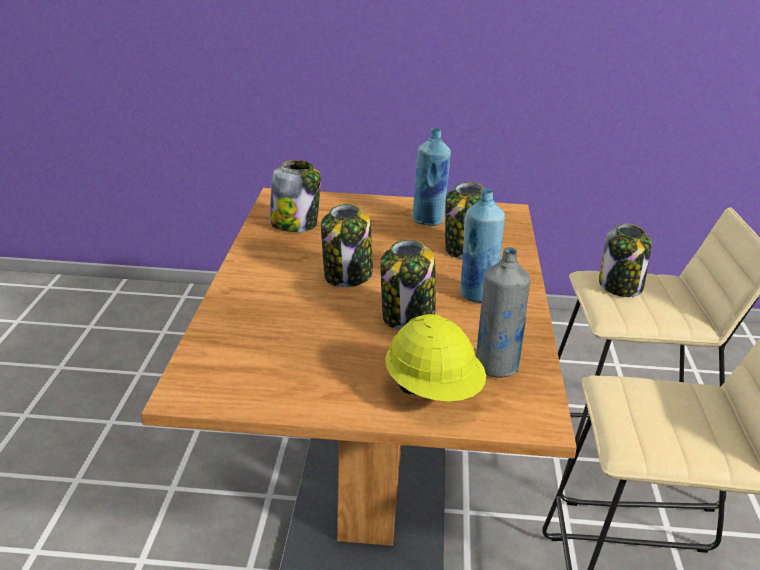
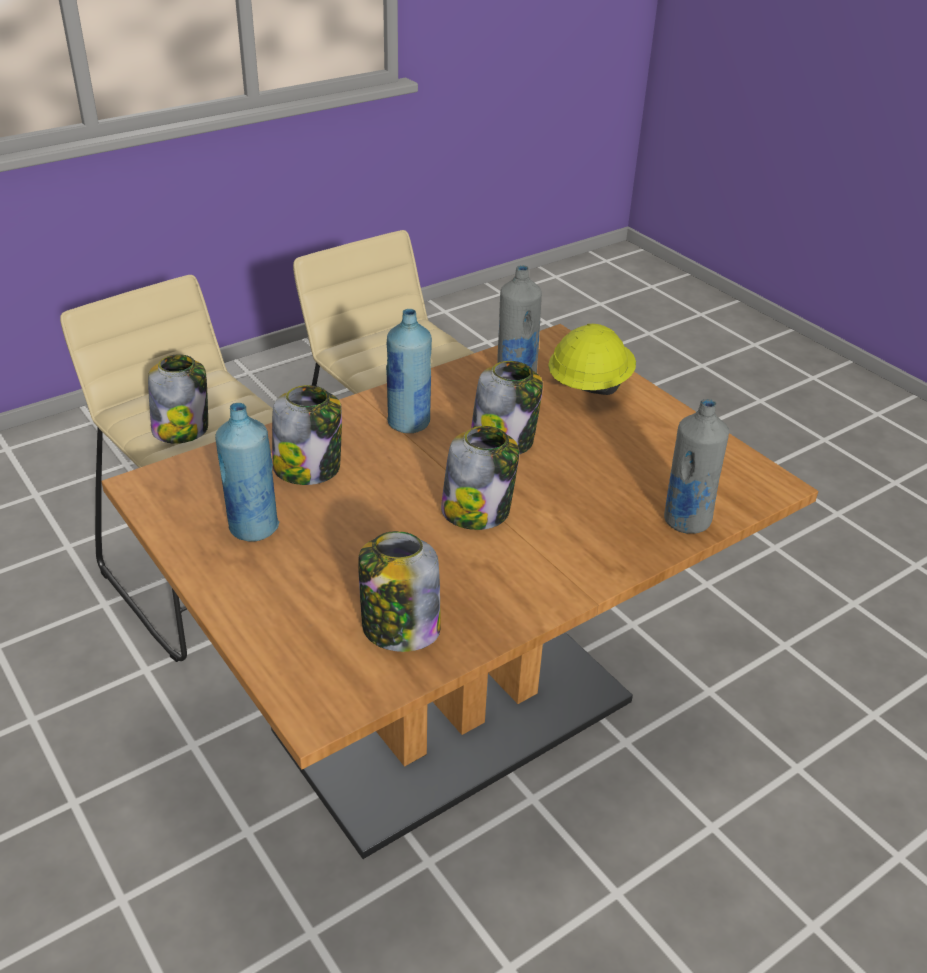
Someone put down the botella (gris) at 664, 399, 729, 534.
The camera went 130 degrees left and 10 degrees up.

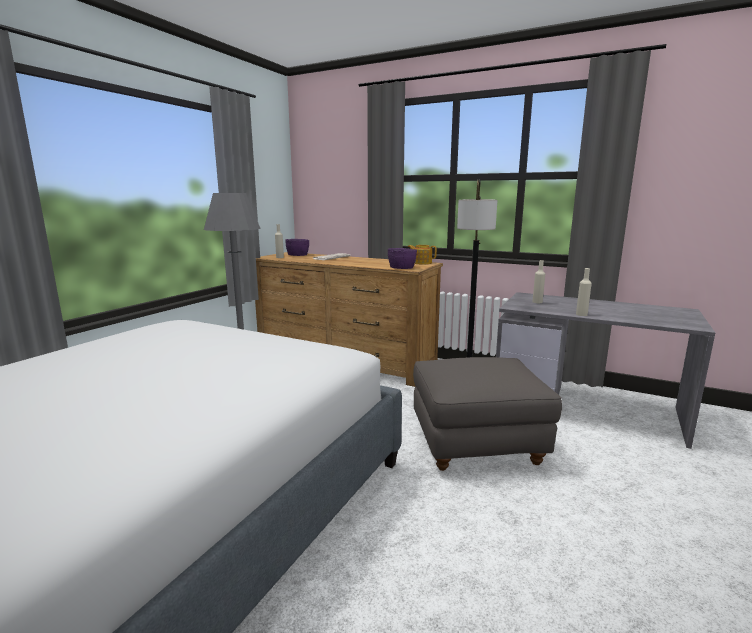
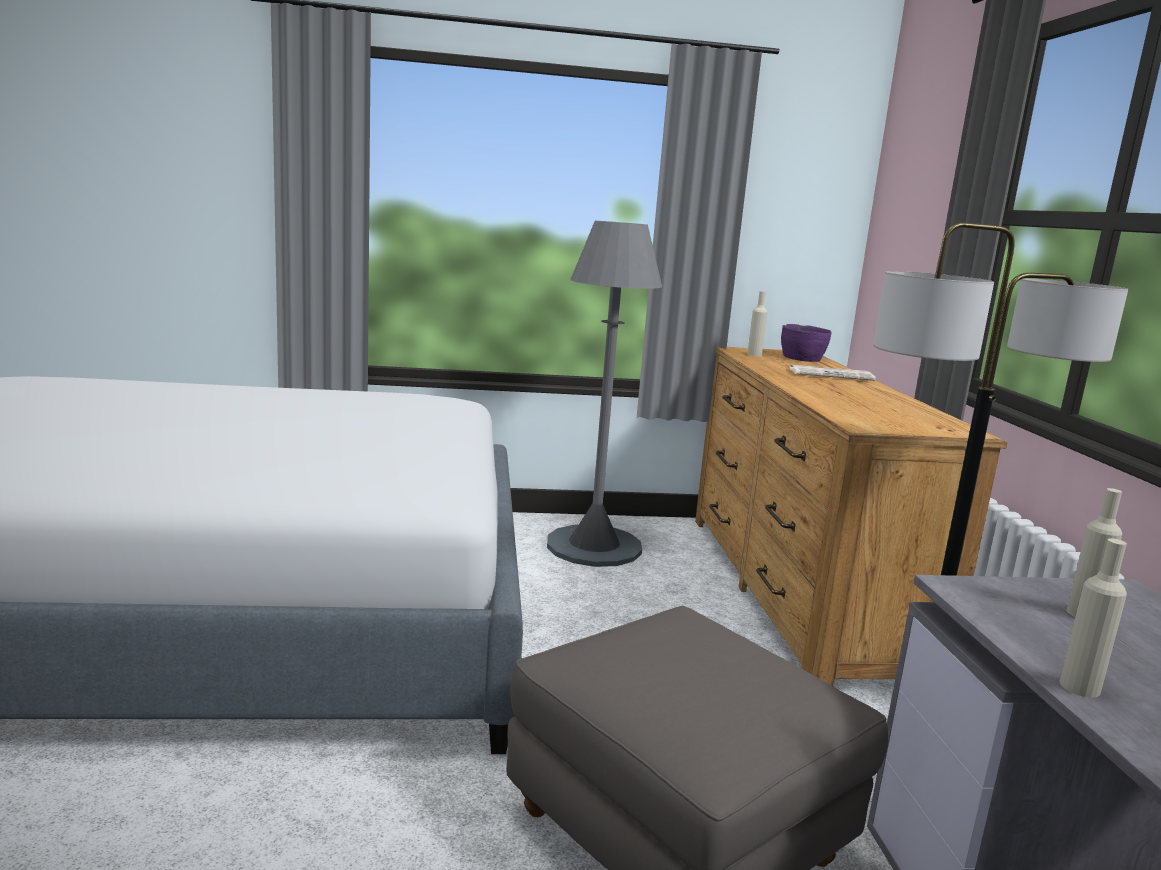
Someone took away the cuenco (morado) at 388, 248, 417, 269.
Someone took away the tetera at 408, 245, 437, 265.
The camera went 55 degrees right and 0 degrees up.

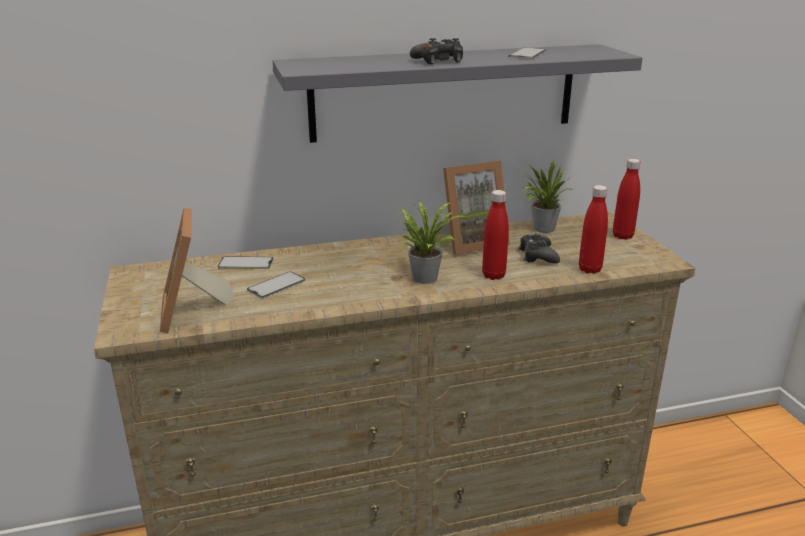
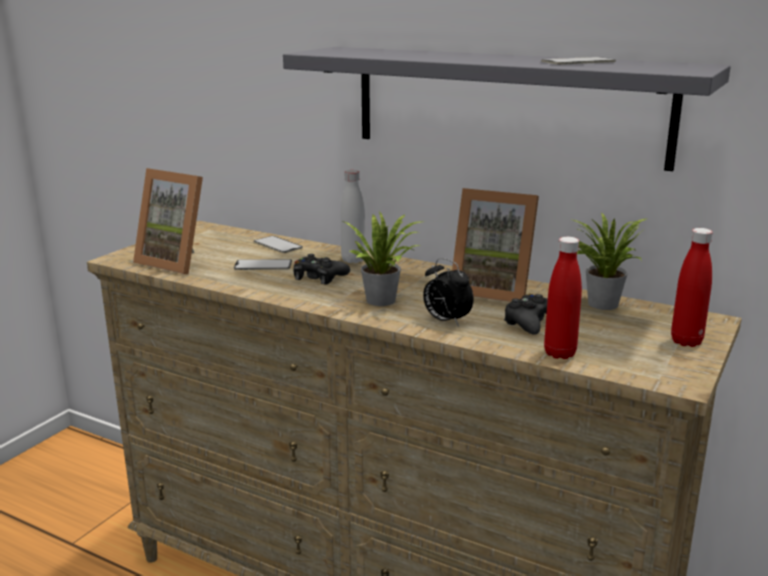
Someone rotated the portarretratos at 160, 208, 234, 333 by 90 degrees counterclockwise.
Someone carried the mando de consola (negro) from 410, 38, 463, 64 to 293, 254, 350, 284.
Someone put down the botella (blanco) at 340, 170, 366, 263.
Someone swapped the botella (rojo) at 482, 190, 509, 280 for the despertador at 423, 258, 474, 327.
The camera went 45 degrees right and 5 degrees down.

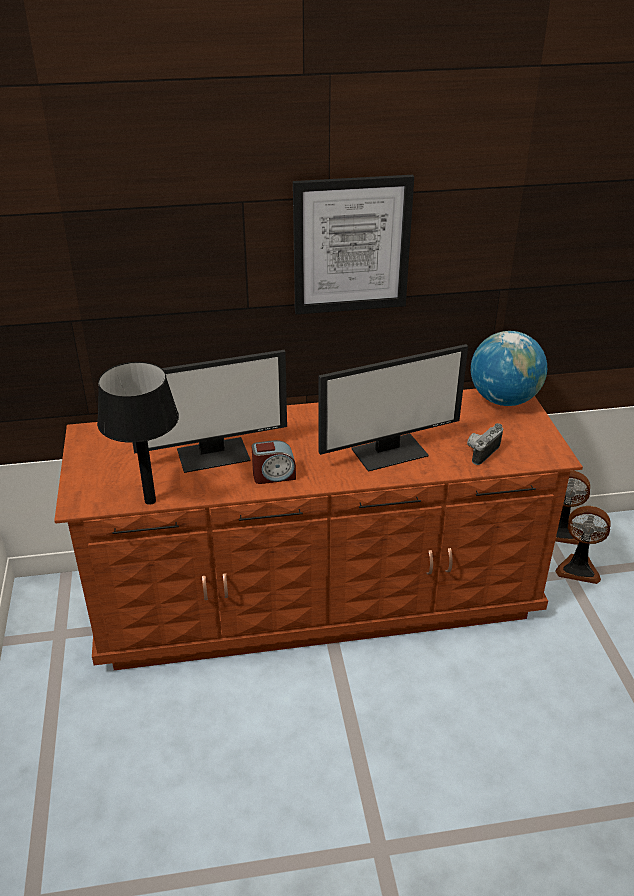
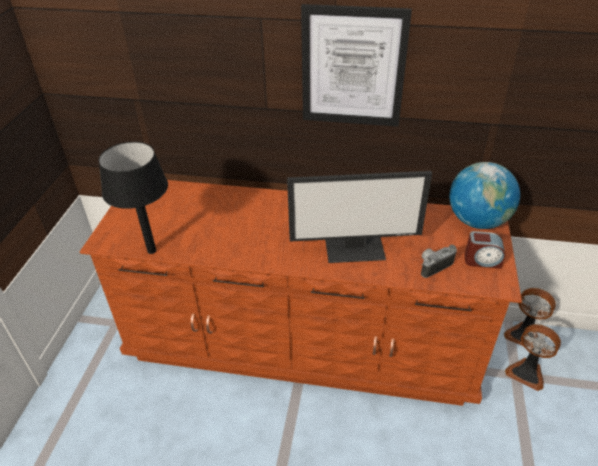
Someone carried the despertador from 252, 440, 296, 484 to 464, 231, 505, 269.
Someone took away the monitor at 133, 350, 287, 473.
The camera went 20 degrees right and 5 degrees up.

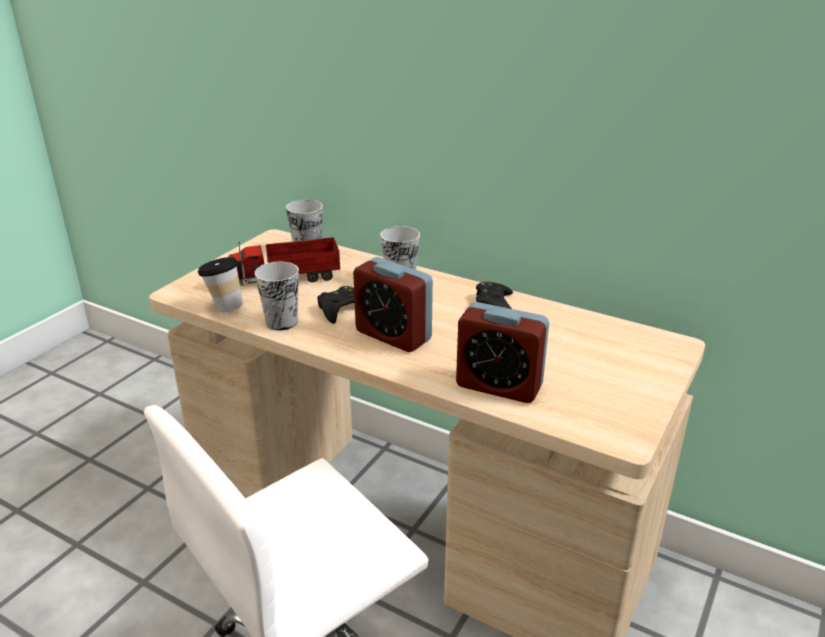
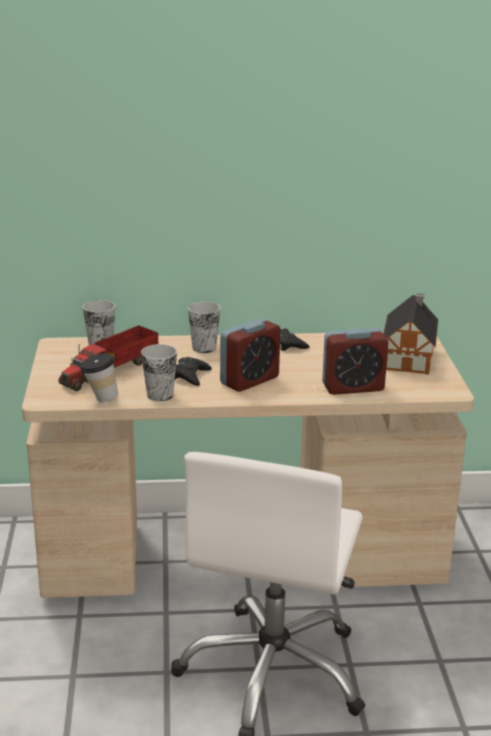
Someone rotated the despertador at 353, 257, 433, 352 by 45 degrees counterclockwise.
Someone put down the casita at 383, 293, 438, 375.
The camera went 35 degrees left and 5 degrees down.

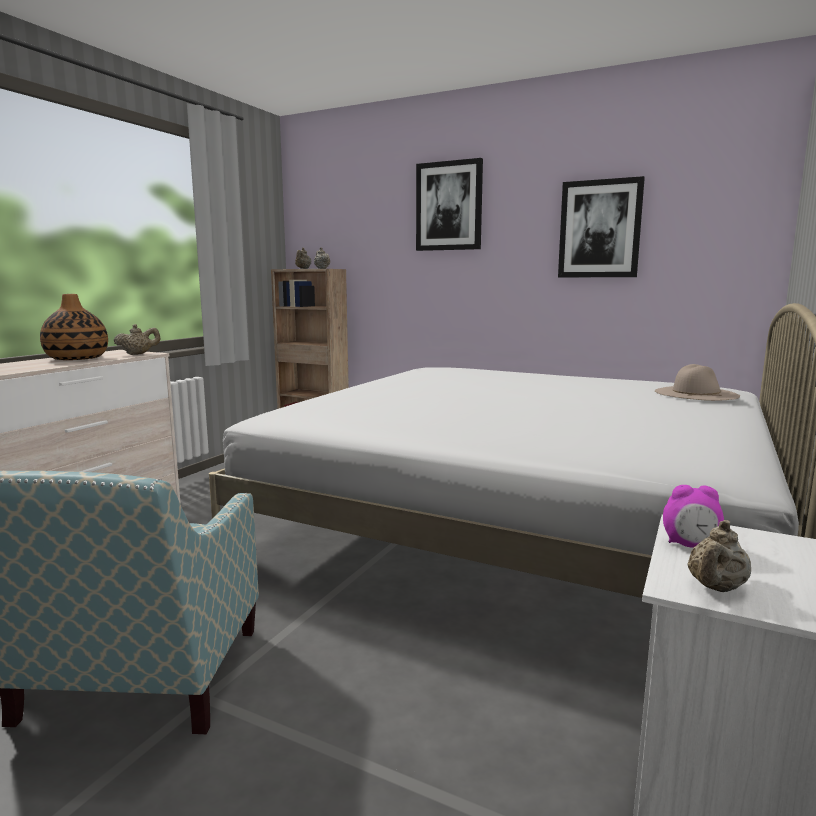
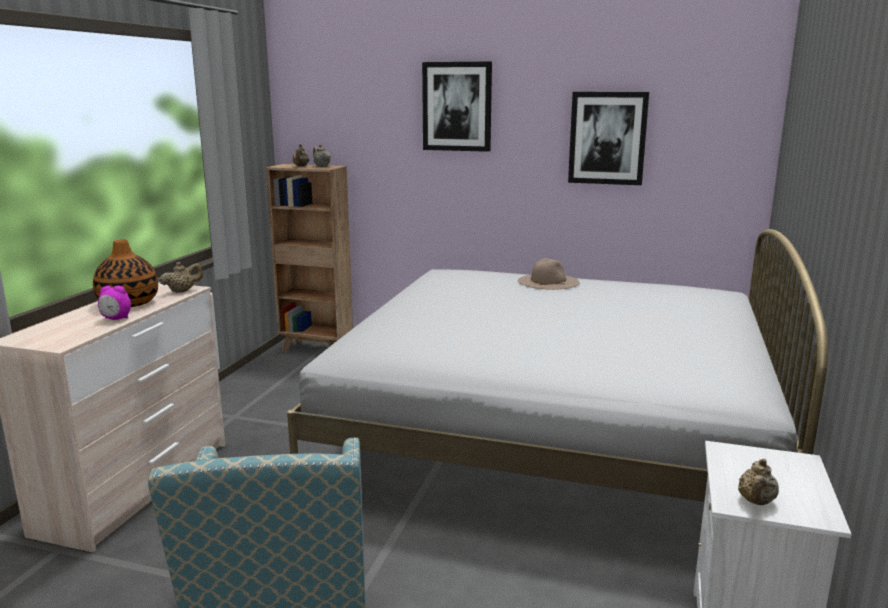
Someone carried the despertador from 663, 485, 724, 548 to 98, 286, 131, 320.
Someone carried the sombrero (beis) from 655, 364, 740, 401 to 518, 258, 580, 290.
The camera went 10 degrees left and 5 degrees up.

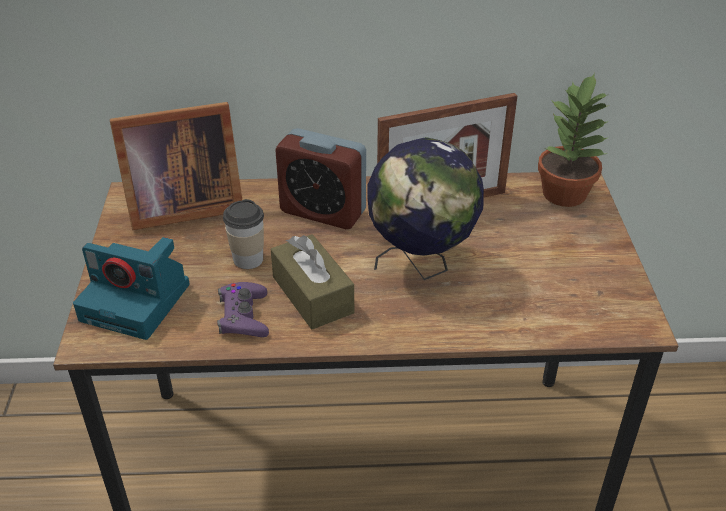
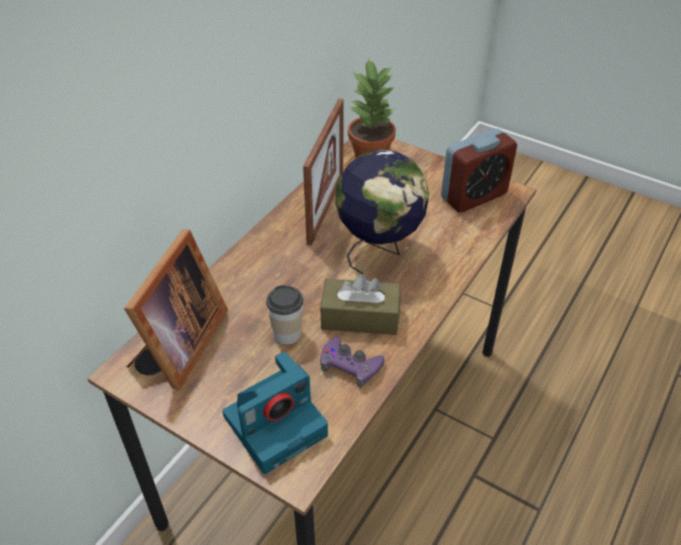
Someone carried the despertador from 275, 128, 366, 229 to 441, 128, 517, 213.
The camera went 55 degrees left and 5 degrees up.

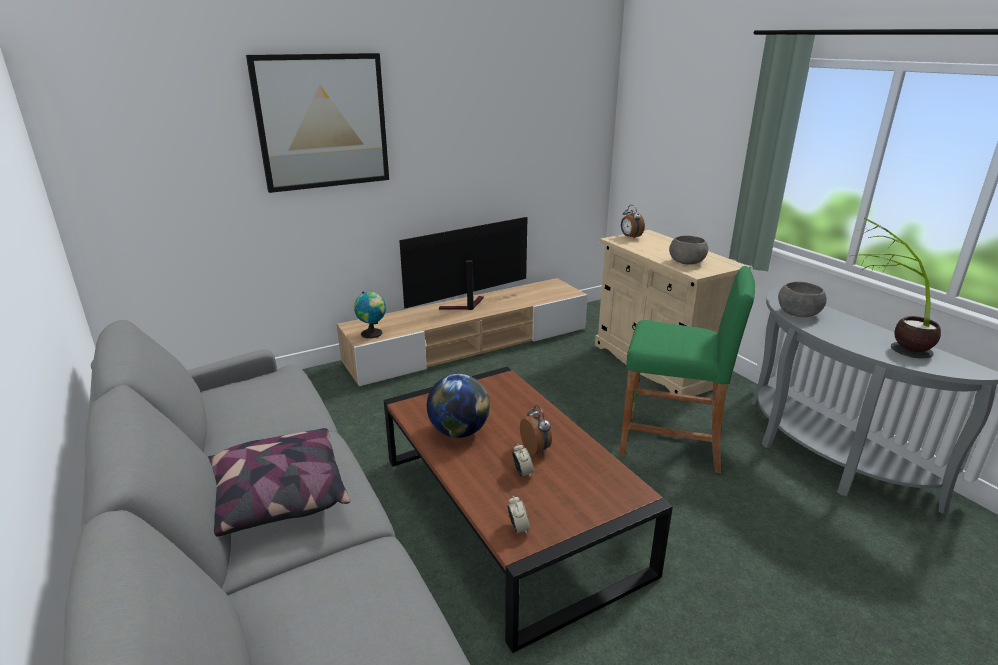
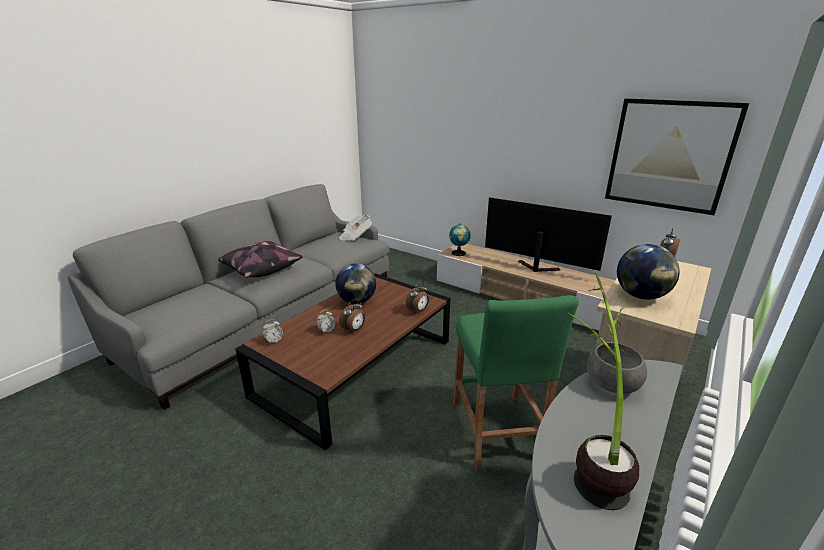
Someone put down the periódico at 339, 215, 372, 241.
Someone put down the despertador at 406, 282, 429, 314.
Someone carried the cuadro from 246, 53, 389, 193 to 605, 98, 749, 215.
Someone swapped the cuenco (gris) at 669, 236, 708, 264 for the globo terráqueo at 617, 244, 680, 300.
The camera went 65 degrees right and 0 degrees up.

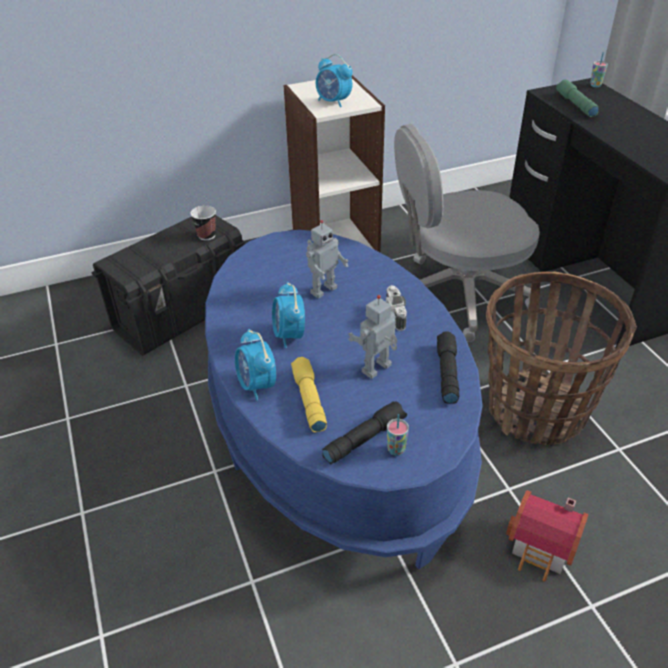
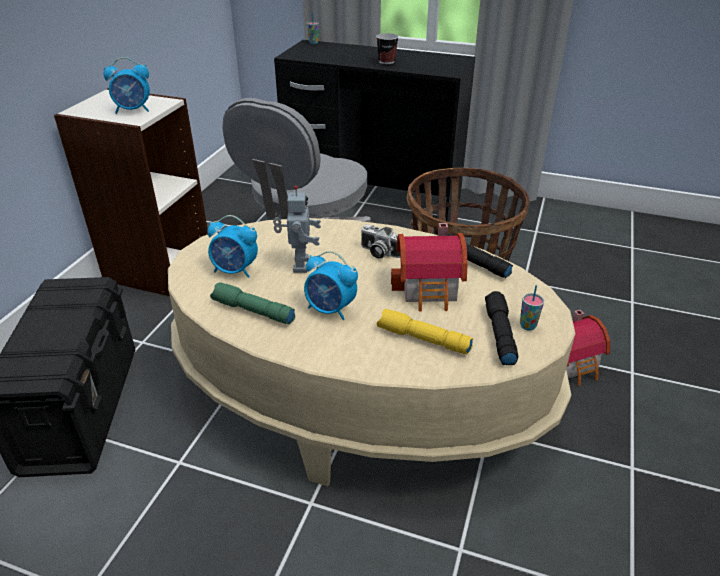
Someone repainted the mesa de centro (azul) at 205, 230, 483, 569, which became the mesa de centro (beis) at 168, 218, 575, 486.
Someone carried the despertador from 235, 329, 276, 400 to 207, 215, 258, 278.
Someone carried the linterna (verde) from 556, 79, 599, 117 to 210, 282, 295, 325.
Someone carried the taza from 190, 205, 216, 241 to 376, 33, 399, 64.
Someone swapped the robot de juguete at 349, 295, 397, 379 for the casita at 391, 223, 468, 312.
The camera went 50 degrees left and 5 degrees down.

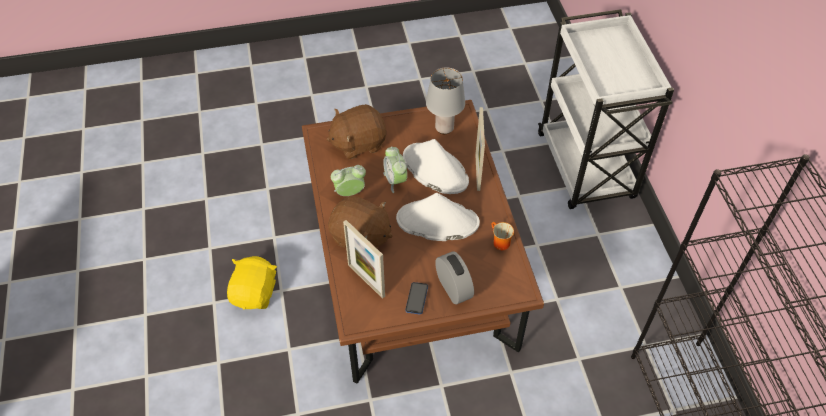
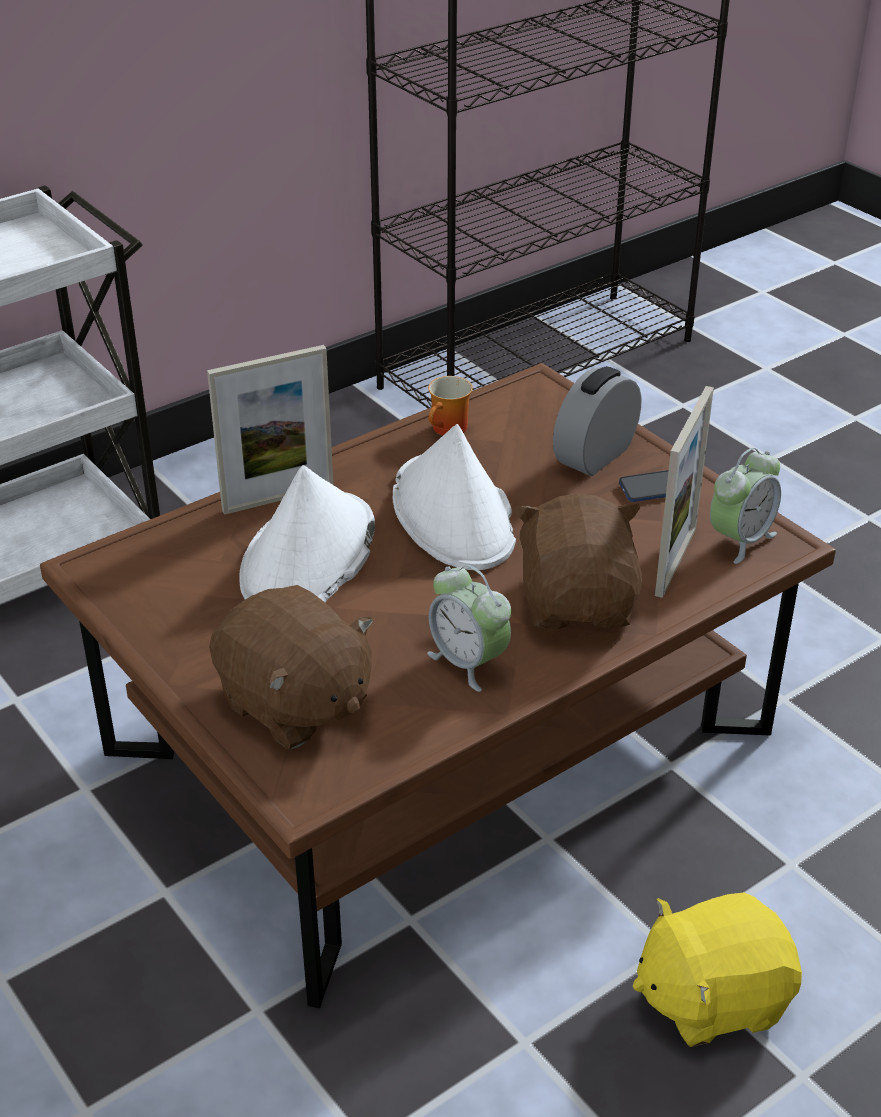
Someone carried the despertador from 383, 146, 407, 193 to 710, 448, 781, 564.
Someone took away the lámpara de mesa (gris) at 426, 67, 465, 134.
The camera went 115 degrees left and 15 degrees down.

